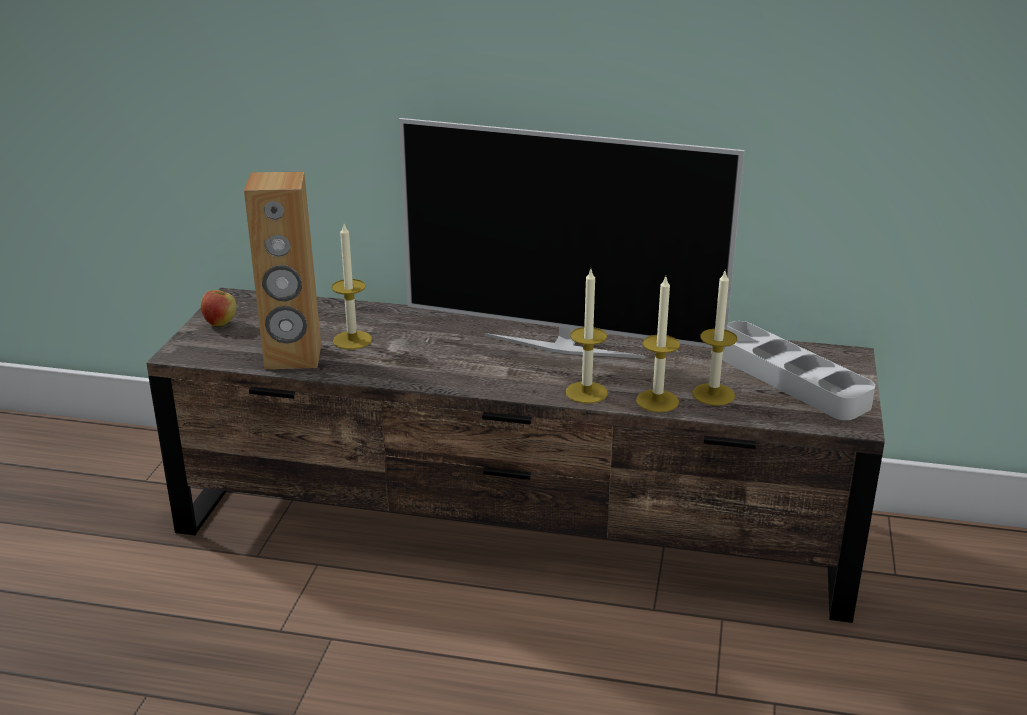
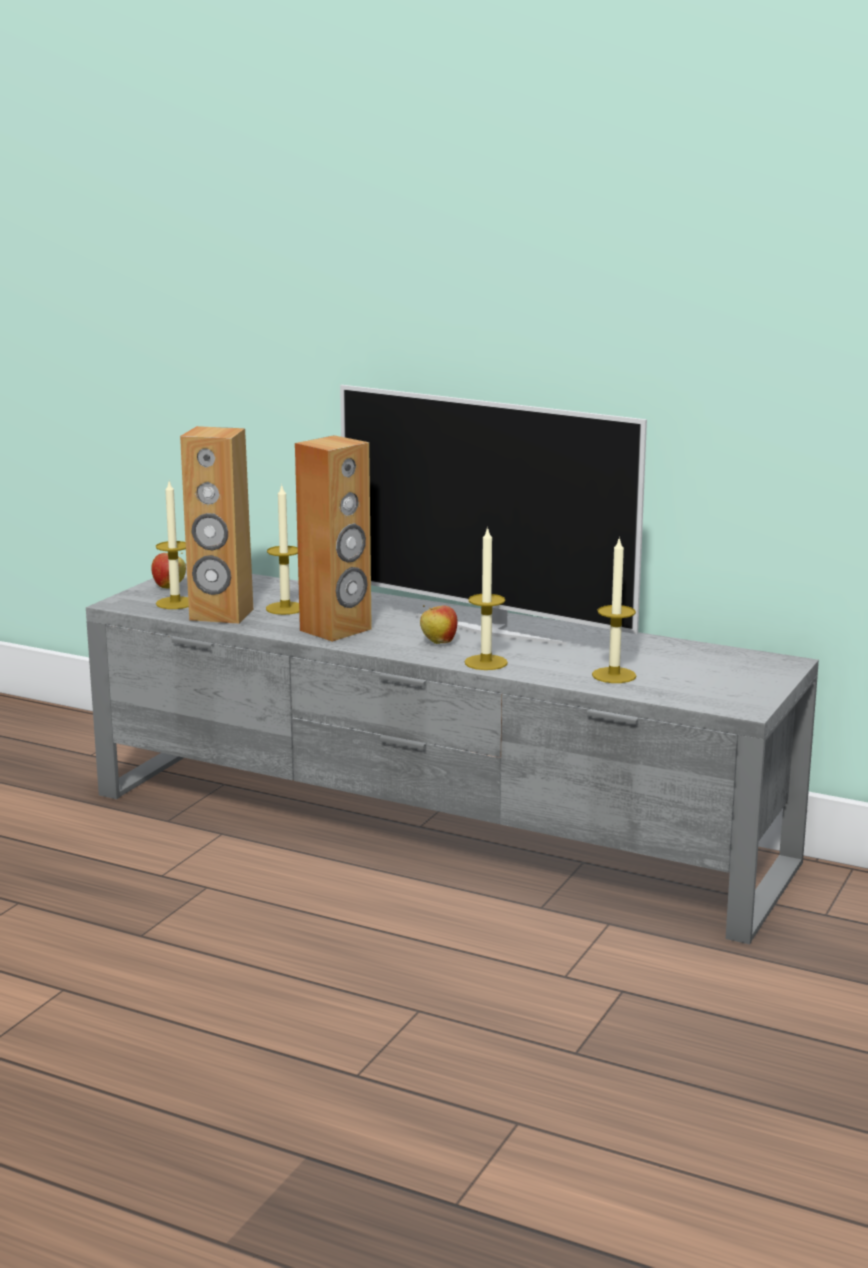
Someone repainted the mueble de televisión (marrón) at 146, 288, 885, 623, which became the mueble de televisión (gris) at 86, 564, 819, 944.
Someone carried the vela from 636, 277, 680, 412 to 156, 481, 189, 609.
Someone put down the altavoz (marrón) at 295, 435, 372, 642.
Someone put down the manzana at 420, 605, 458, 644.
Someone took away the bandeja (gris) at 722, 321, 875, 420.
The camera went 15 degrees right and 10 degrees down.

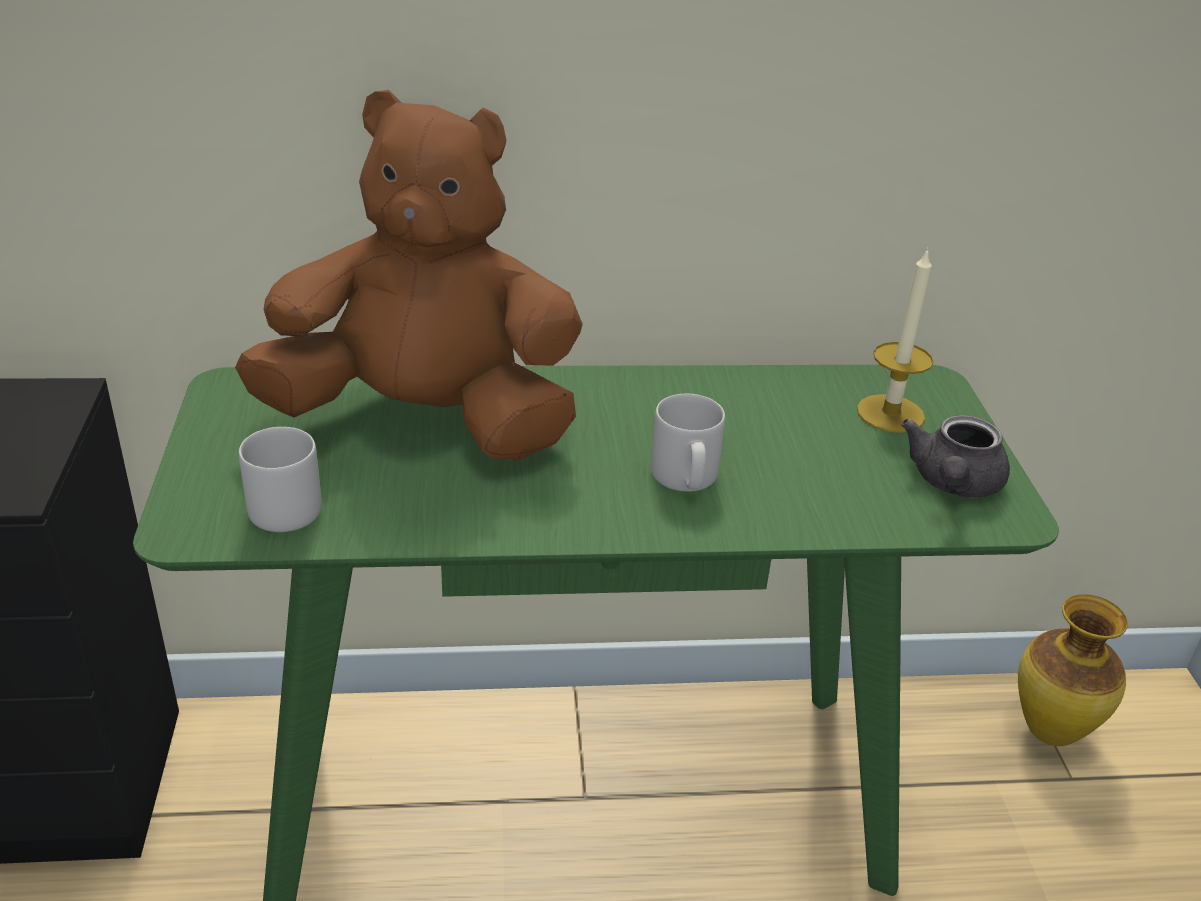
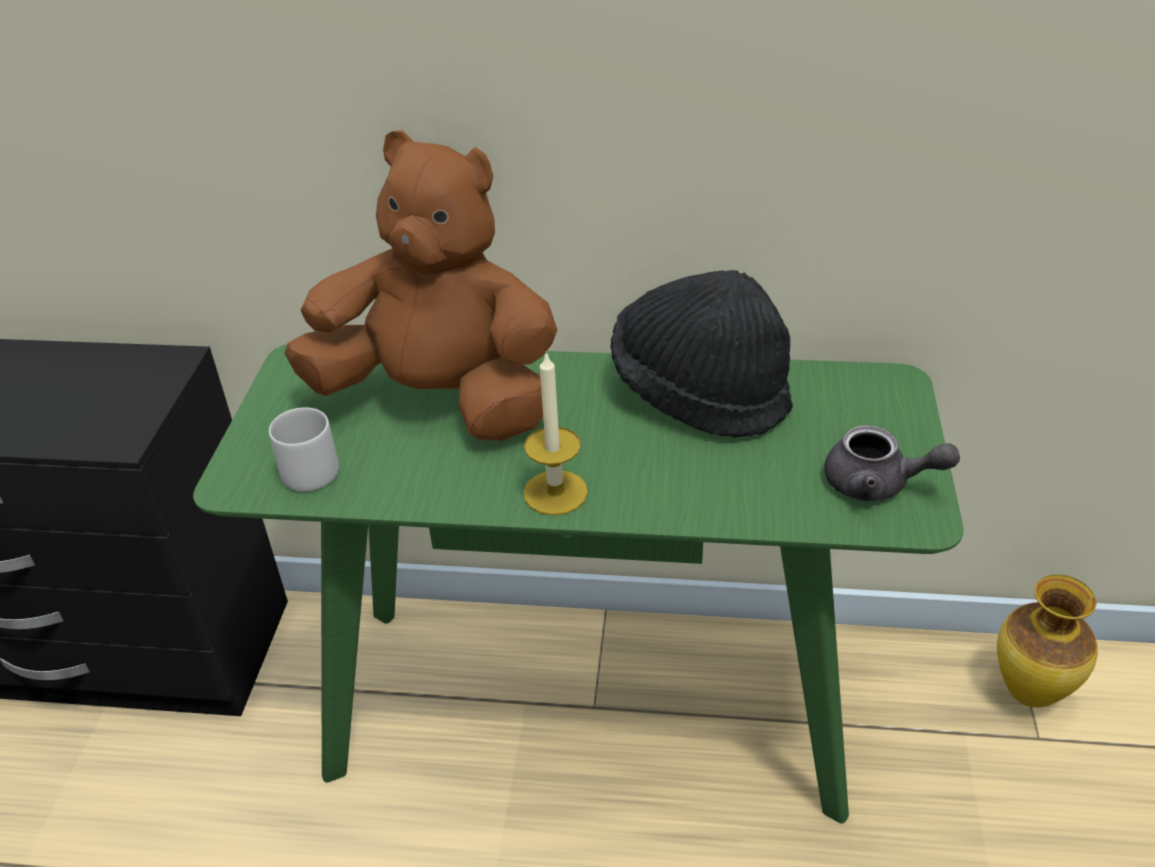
Someone carried the vela from 857, 247, 933, 433 to 523, 352, 588, 516.
Someone put down the sombrero (negro) at 611, 270, 793, 438.
Someone rotated the tetera (gris) at 901, 415, 1010, 498 by 105 degrees counterclockwise.
Someone took away the taza grande (gris) at 651, 393, 725, 491.
The camera went 15 degrees right and 5 degrees up.

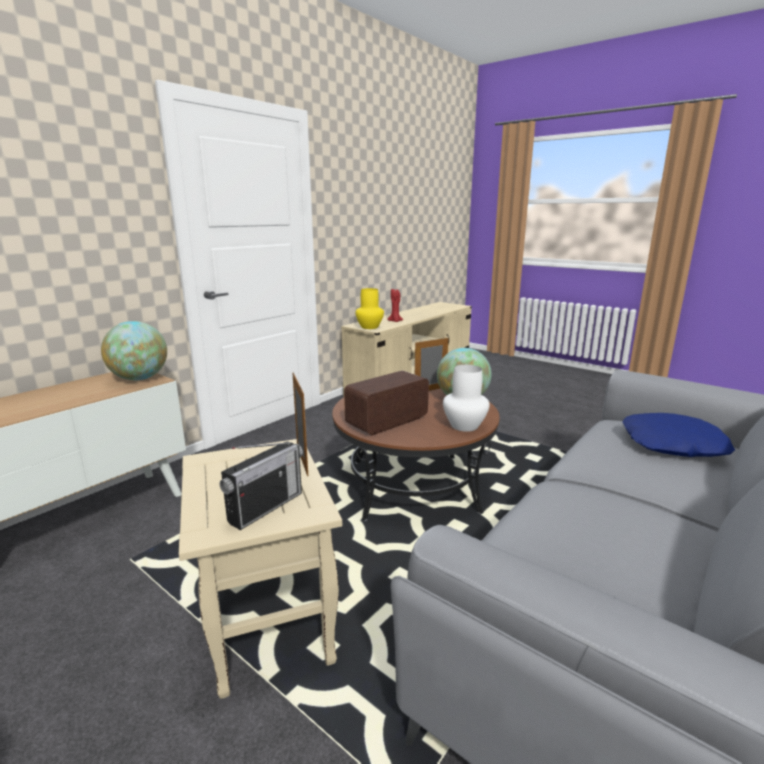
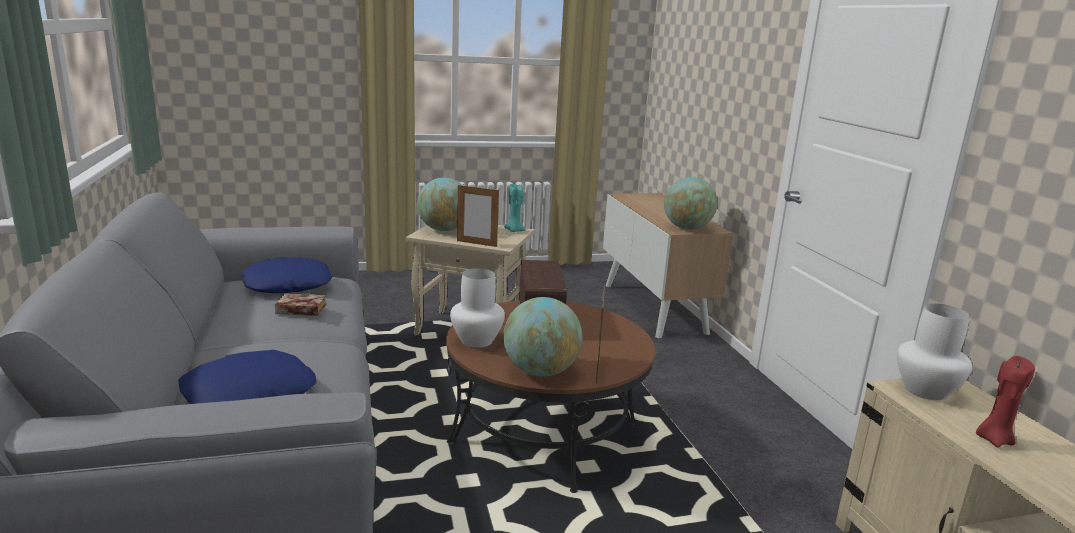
Someone put down the cojín (azul) at 242, 257, 332, 293.
Someone put down the libro at 275, 293, 327, 316.
Someone swapped the radio at 219, 442, 303, 530 for the globo terráqueo at 417, 178, 463, 231.
Someone put down the vela (turquesa) at 504, 184, 525, 232.
Someone repainted the florero (amarillo) at 355, 288, 384, 329, which became the florero (blanco) at 897, 303, 972, 400.
The camera went 125 degrees right and 0 degrees up.

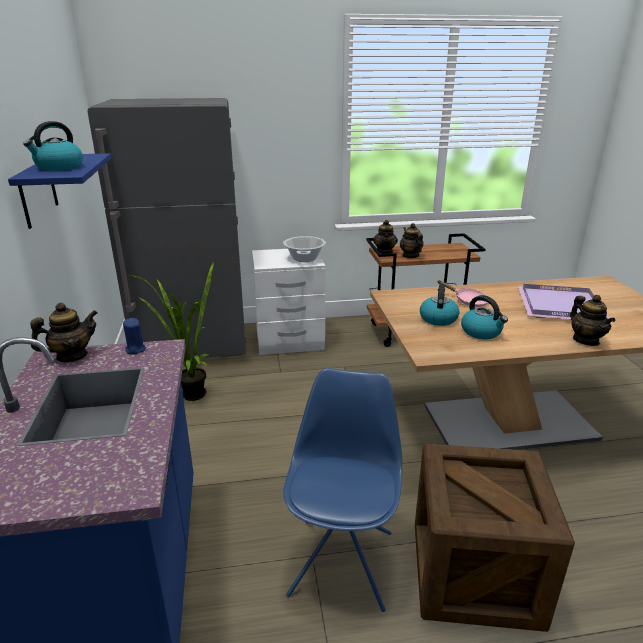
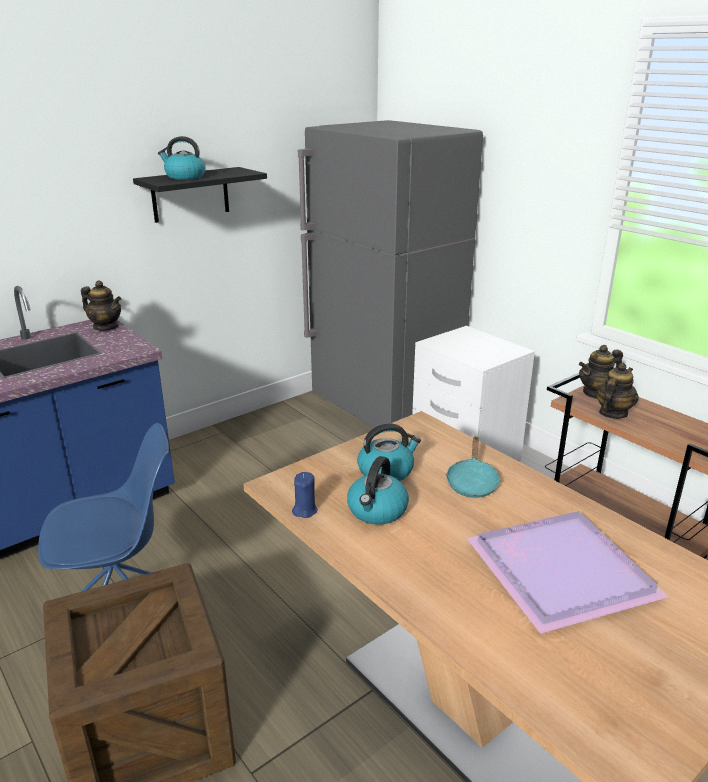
Someone repainted the estante (azul) at 8, 153, 111, 229, which became the estante (negro) at 133, 167, 267, 223.
Someone carried the vela (azul) from 123, 318, 145, 354 to 292, 472, 318, 518.
Someone repainted the sartén (rosa) at 437, 280, 487, 307, which became the sartén (turquesa) at 446, 436, 500, 498.
Someone took away the planta en maceta at 129, 262, 214, 401.
Someone took away the olla at 283, 236, 326, 262.
Someone took away the tetera at 570, 295, 615, 346.
The camera went 60 degrees right and 0 degrees up.

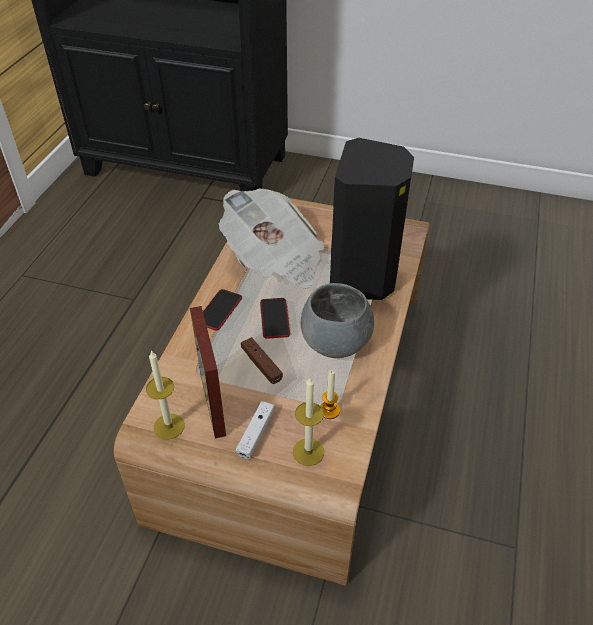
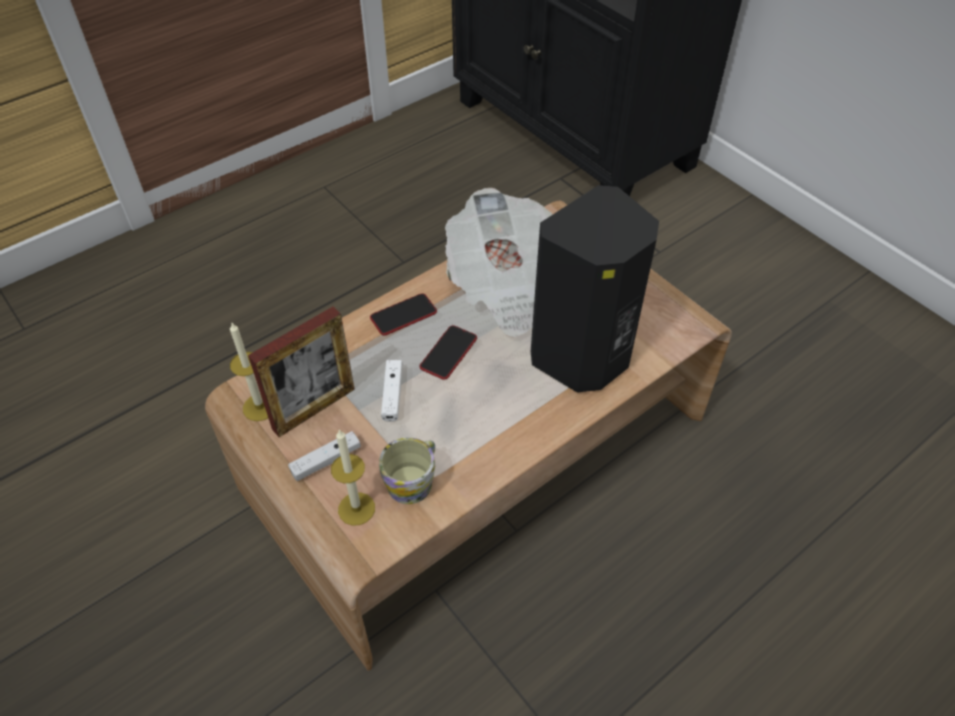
Someone rotated the portarretratos at 190, 306, 226, 439 by 150 degrees counterclockwise.
Someone swapped the vela at 320, 370, 340, 419 for the taza grande at 379, 437, 435, 504.
Someone repainted the mando de consola (marrón) at 241, 337, 283, 384, which became the mando de consola (blanco) at 381, 360, 403, 422.
Someone took away the cuenco (gris) at 301, 283, 374, 358.
The camera went 35 degrees right and 5 degrees up.

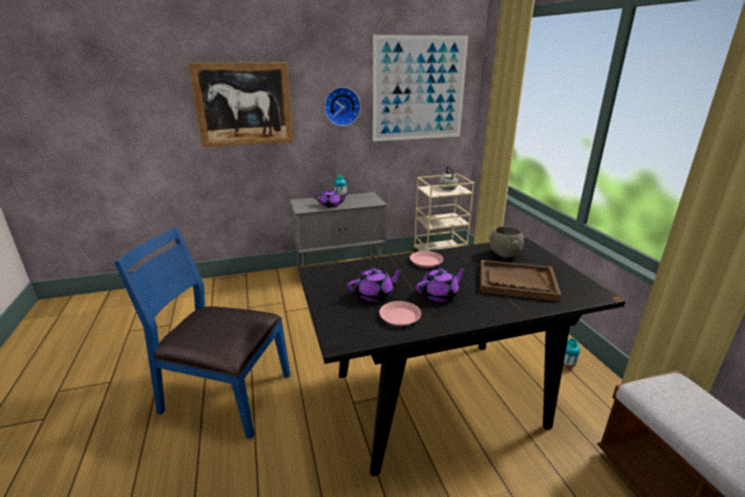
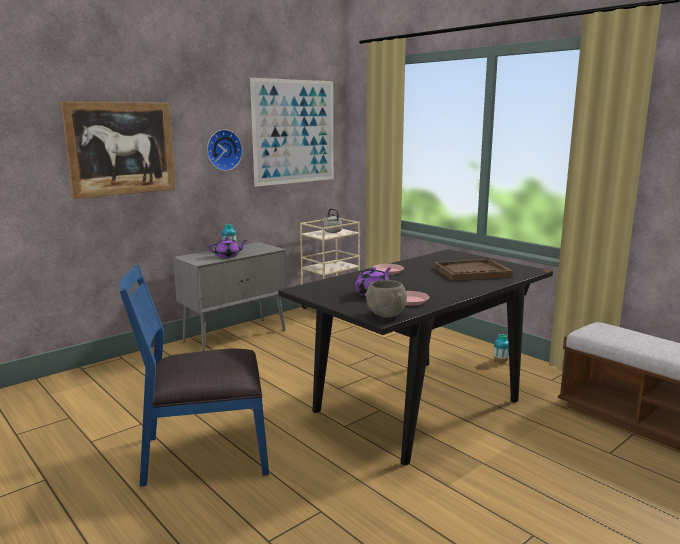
Someone carried the cuenco (gris) from 489, 226, 524, 258 to 365, 280, 407, 318.
Someone took away the tetera (morado) at 416, 267, 466, 302.
The camera went 25 degrees left and 10 degrees down.

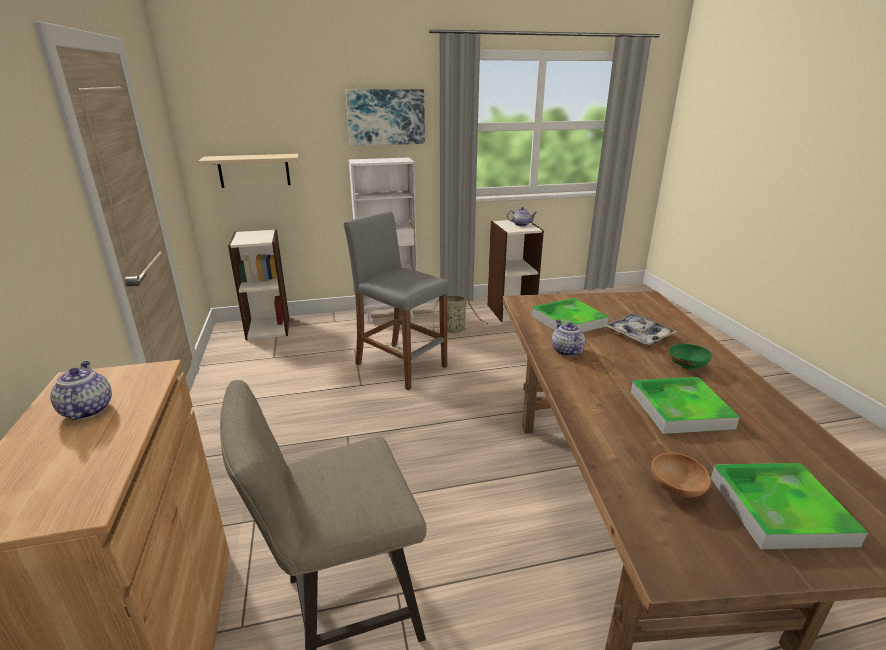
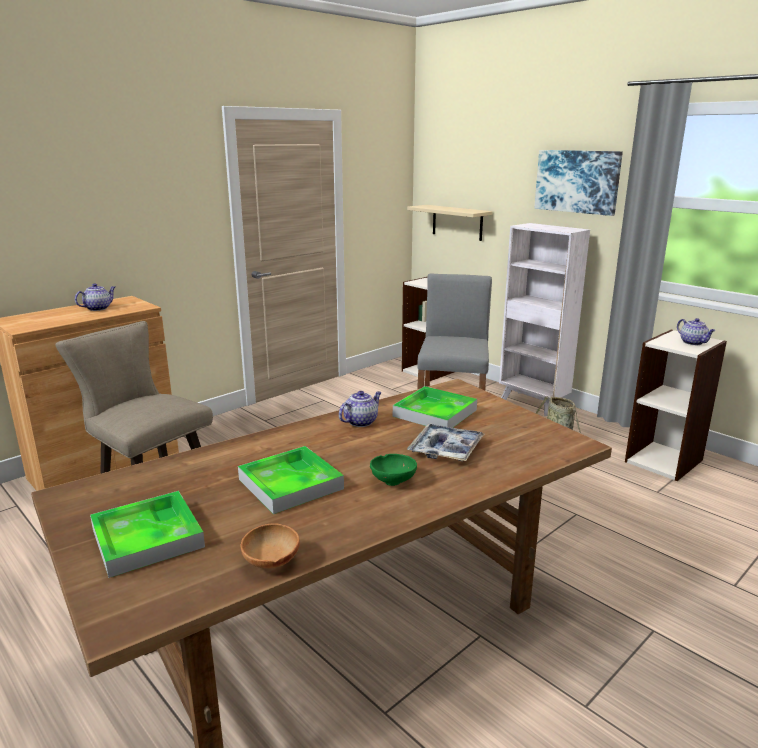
Someone carried the cuenco (marrón) from 651, 453, 711, 498 to 241, 523, 300, 569.
The camera went 60 degrees right and 5 degrees down.

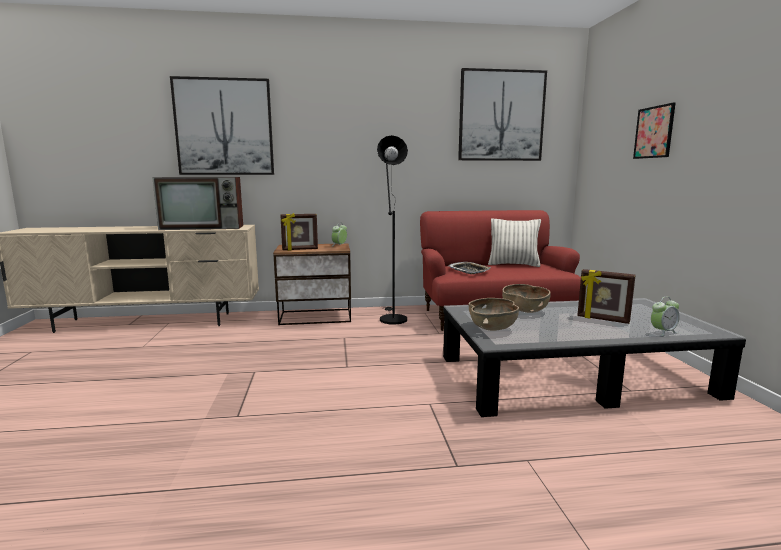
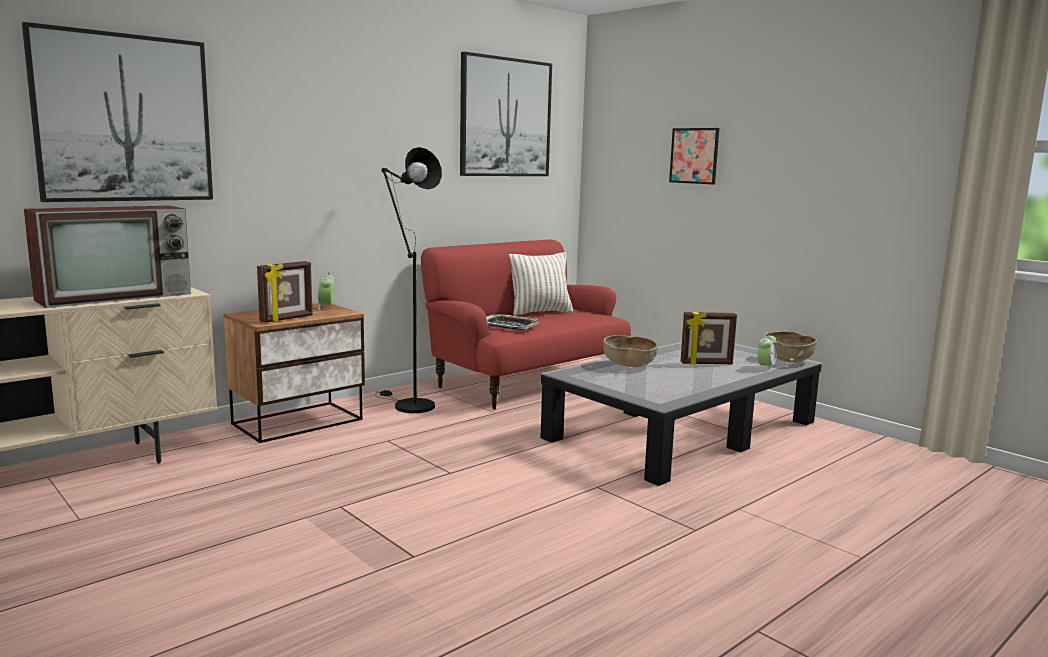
Someone carried the cuenco (marrón) from 469, 298, 519, 331 to 763, 331, 817, 363.
The camera went 35 degrees left and 0 degrees up.

